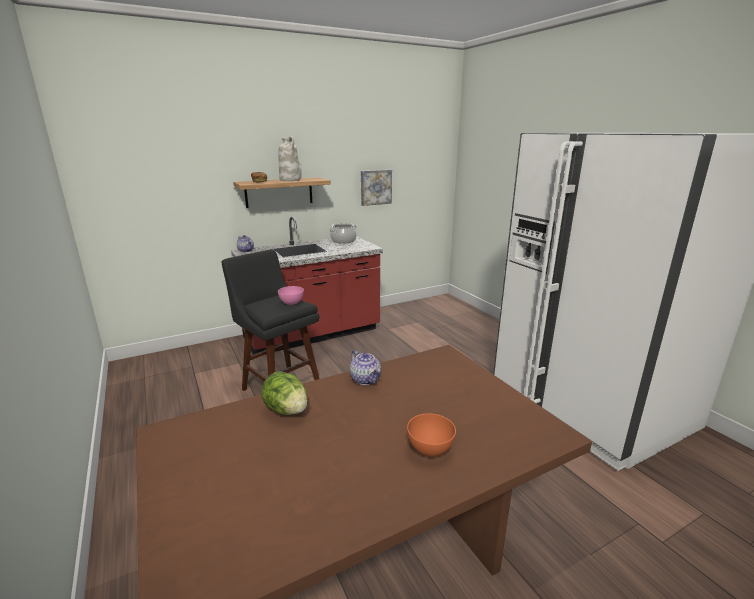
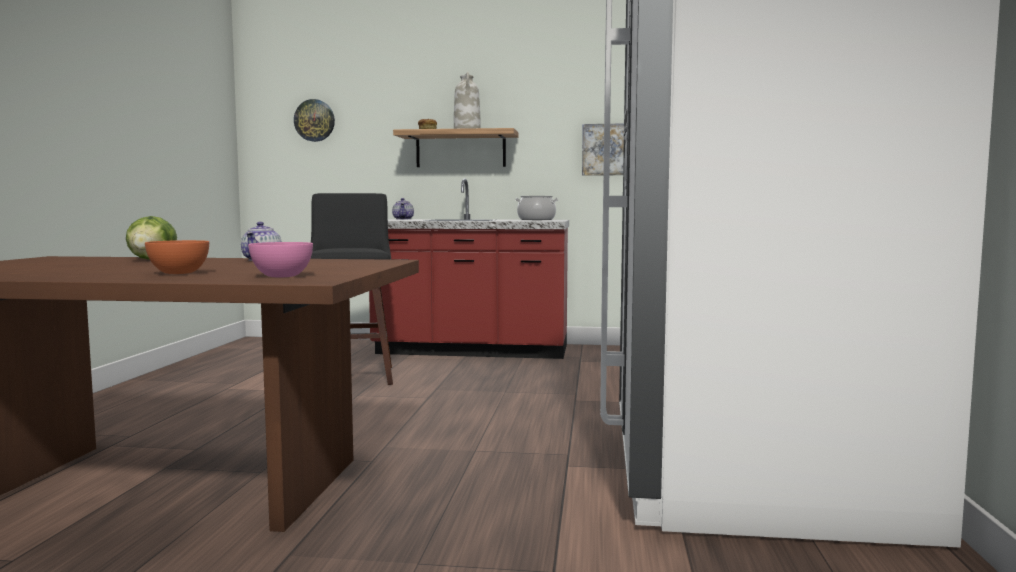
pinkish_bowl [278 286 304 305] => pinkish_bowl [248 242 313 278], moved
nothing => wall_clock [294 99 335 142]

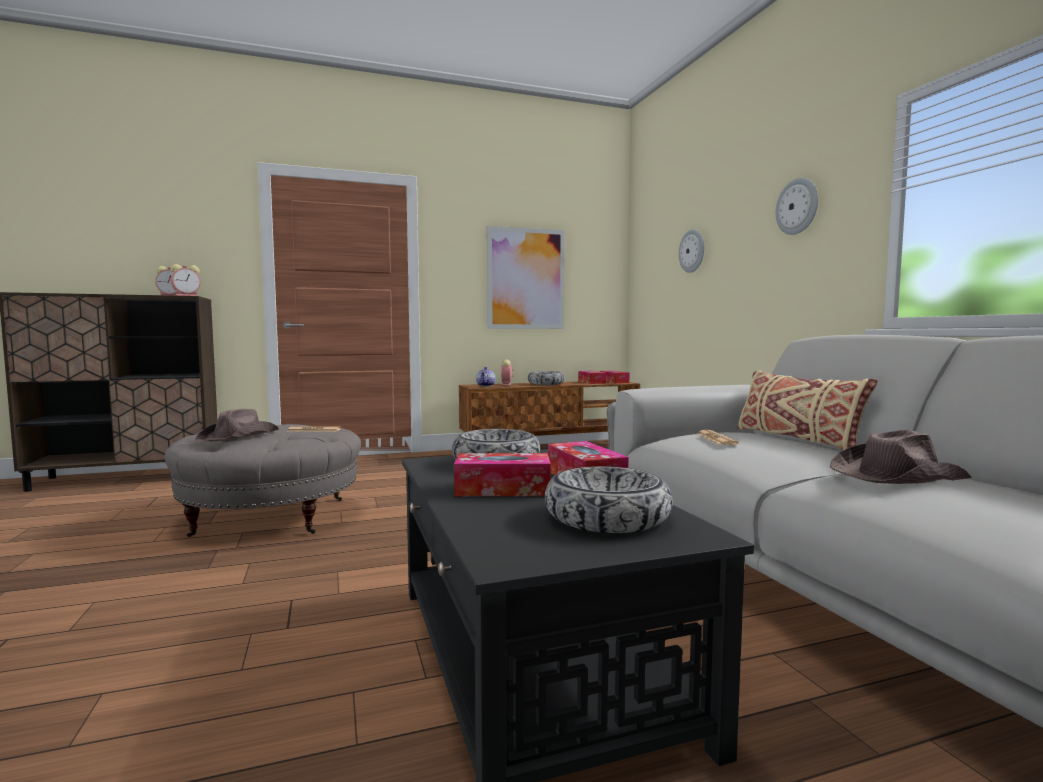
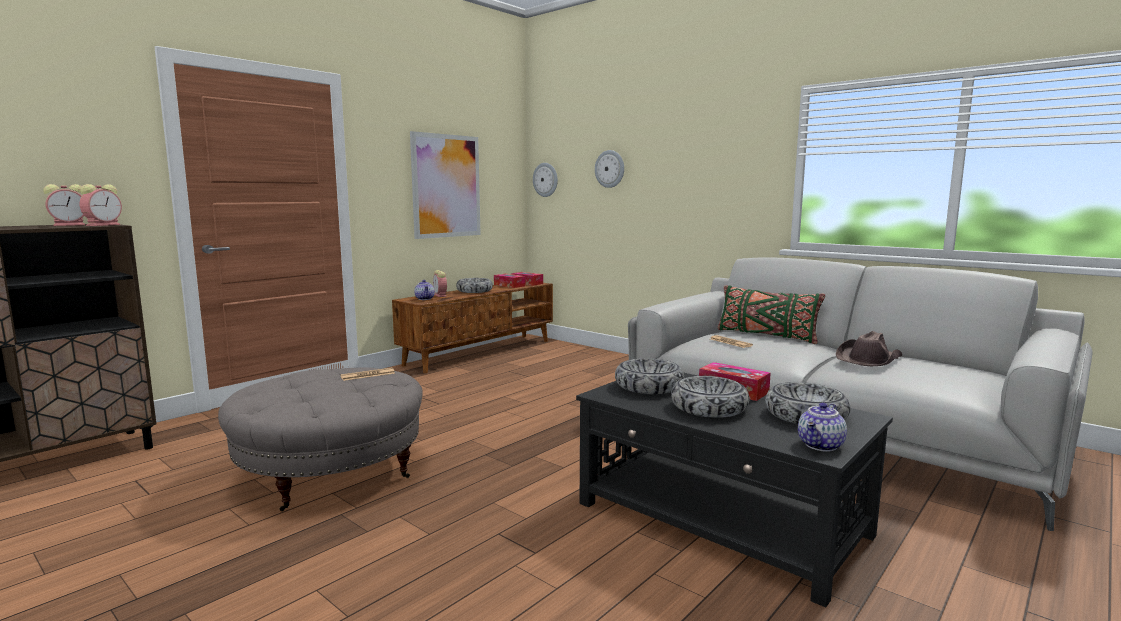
brown-coloured_clothing_hat [195 409 279 442] => nothing
box_of_tissues [454 453 551 496] => bowl [671 376 749 418]
sand-coloured_cushion [738 371 878 450] => green-coloured_cushion [718 285 825 344]
wall_clock [776 178 818 235] => wall_clock [533 163 558 197], moved
nothing => tea_pot [798 403 847 452]

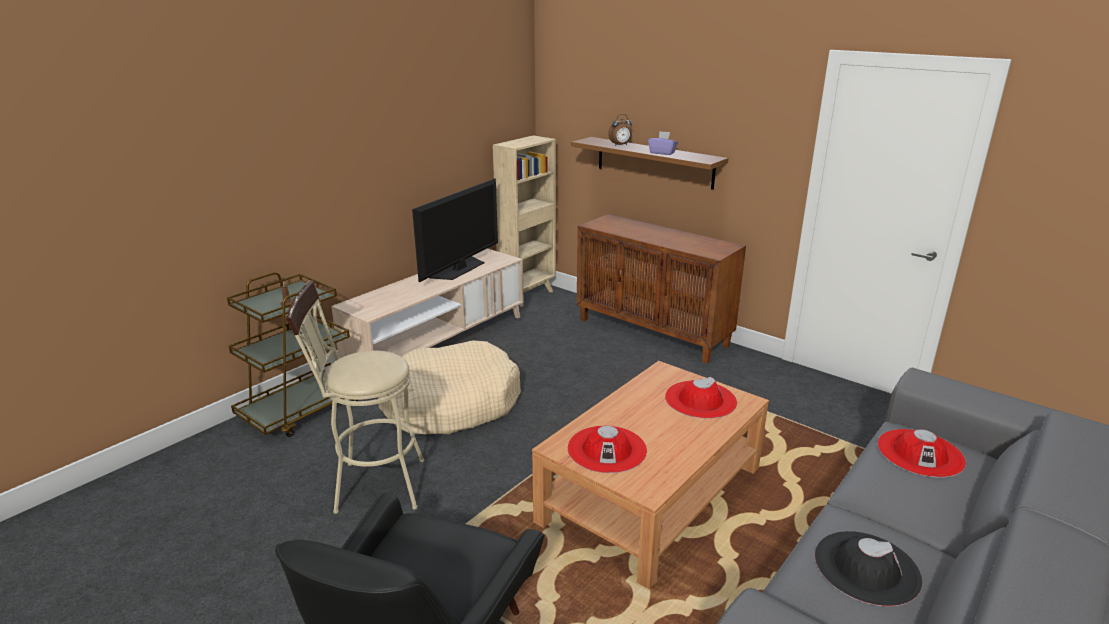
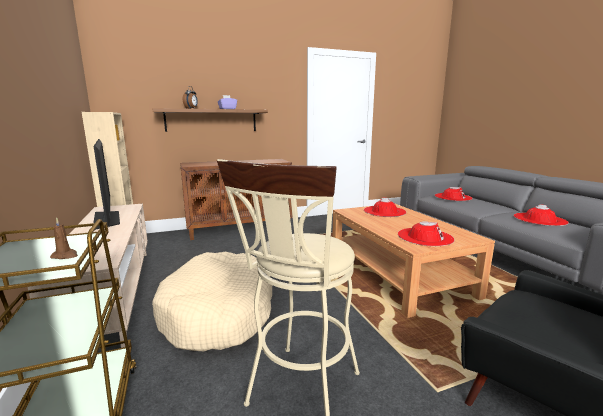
black-coloured_clothing_hat [815 531 922 606] => red-coloured_clothing_hat [514 204 569 226]

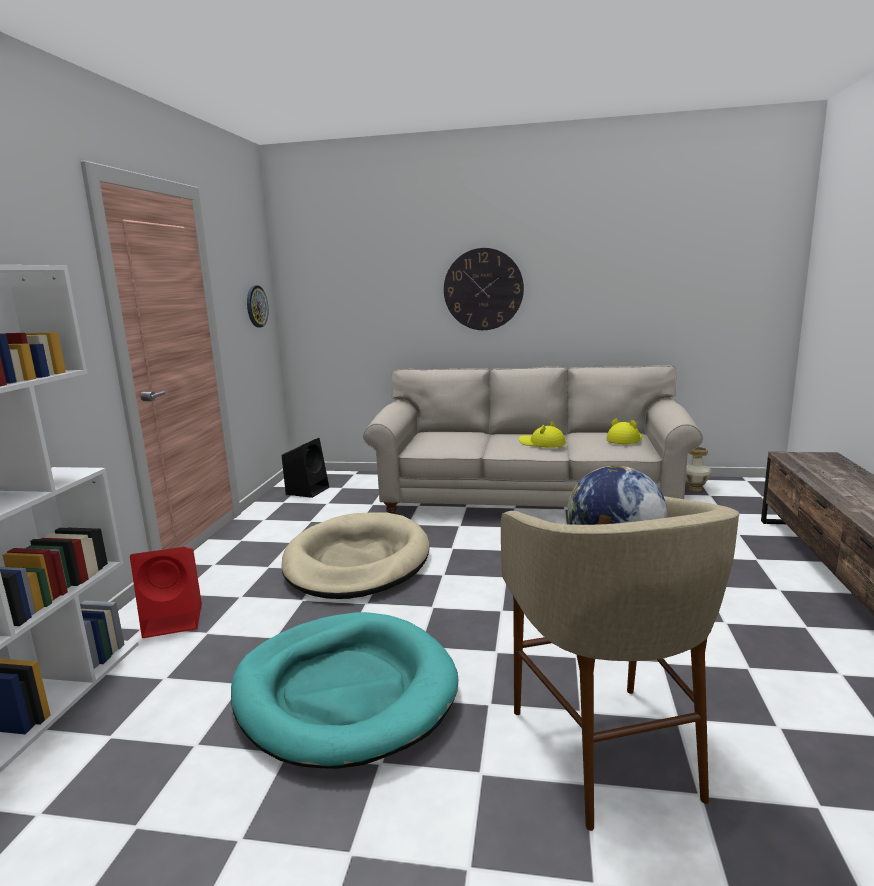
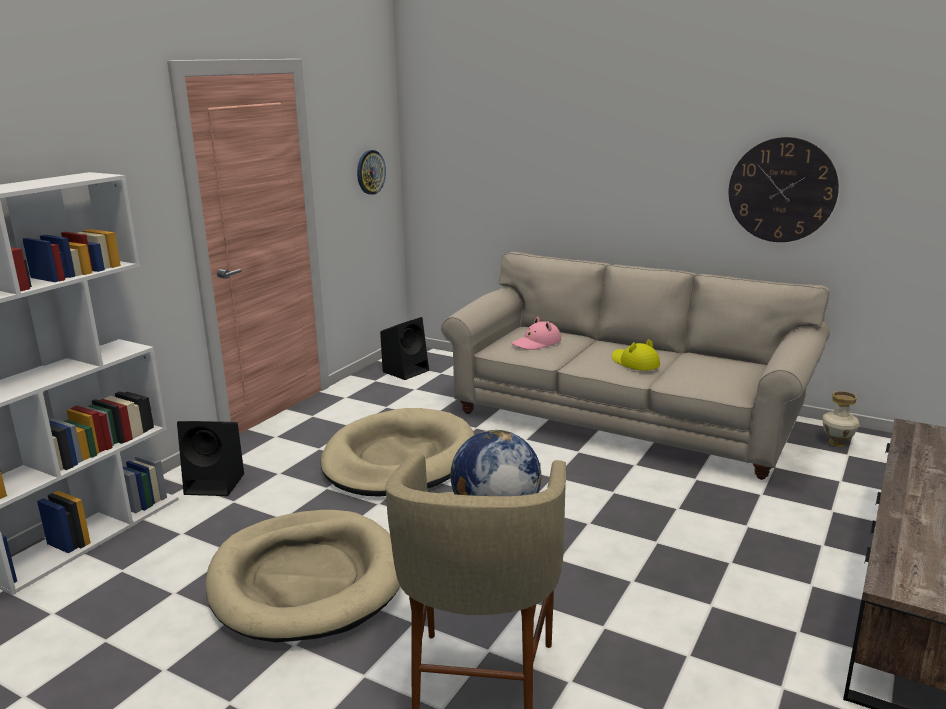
red-coloured_loudspeaker [130 547 202 638] => black-coloured_loudspeaker [177 421 244 496]
turquoise_dog_bed [231 612 459 769] => sand-coloured_dog_bed [205 510 400 642]
wall_clock [444 248 524 330] => wall_clock [729 137 839 242], moved
yellowish_clothing_hat [606 418 642 444] => nothing
nothing => pinkish_clothing_hat [511 317 561 350]

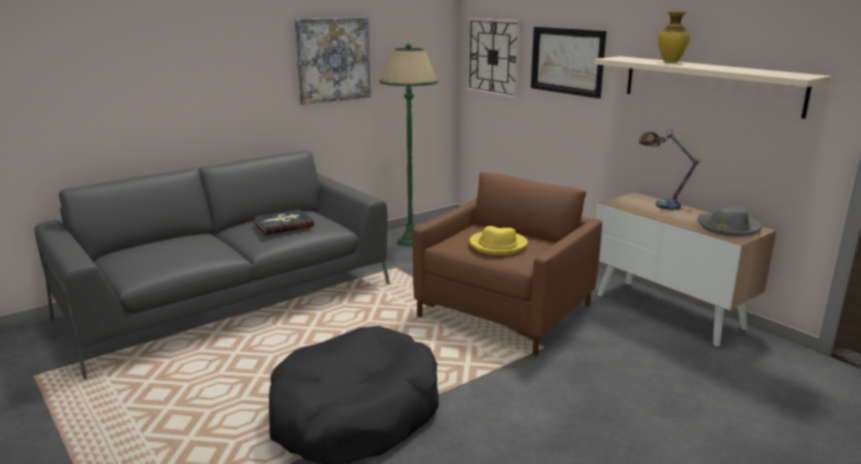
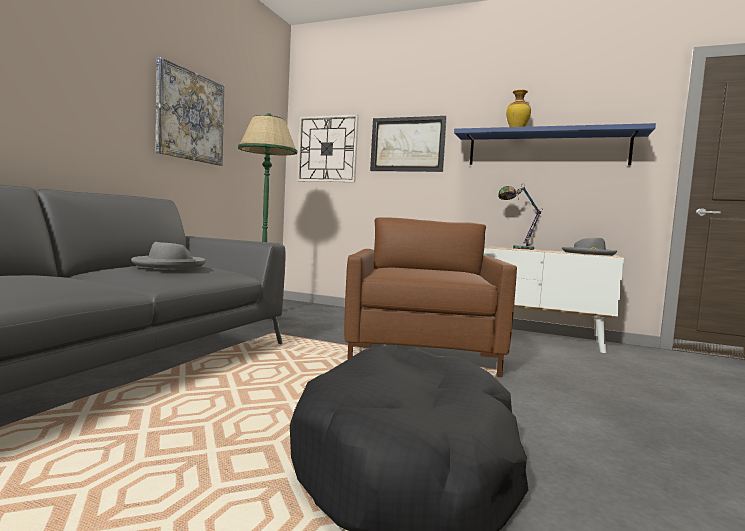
bound_book [254 209 314 235] => grey_clothing_hat [131 242 206 269]
yellowish_clothing_hat [469 226 528 255] => nothing
sand-coloured_shelf [595 56 832 119] => bluish_shelf [454 123 656 165]

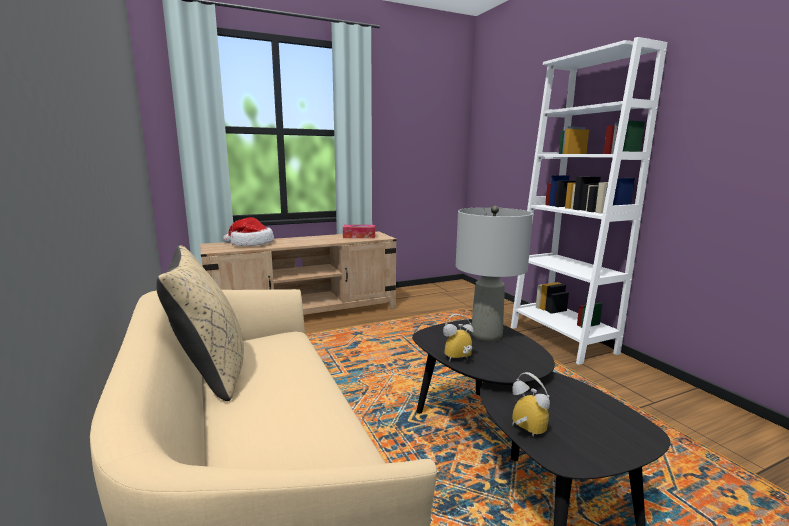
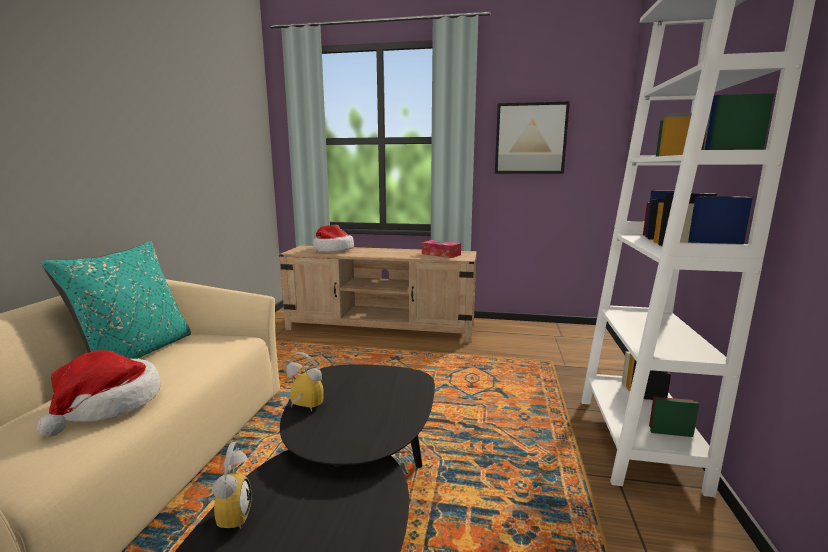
sand-coloured_cushion [157 245 244 401] => turquoise_cushion [42 241 191 359]
grey_table_lamp [456 206 533 342] => nothing
nothing => clothing_hat [36 350 161 437]
nothing => wall_art [495 101 570 174]

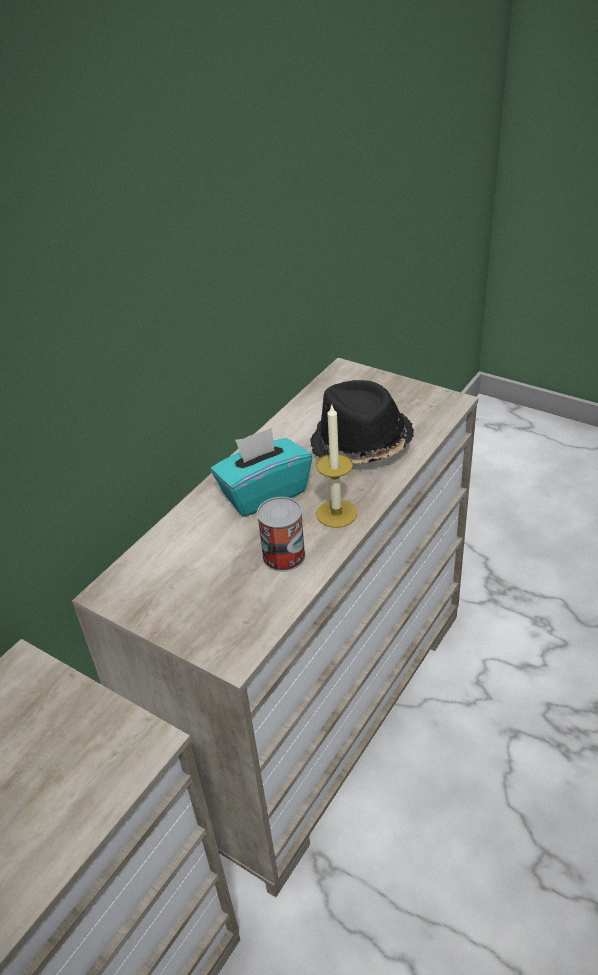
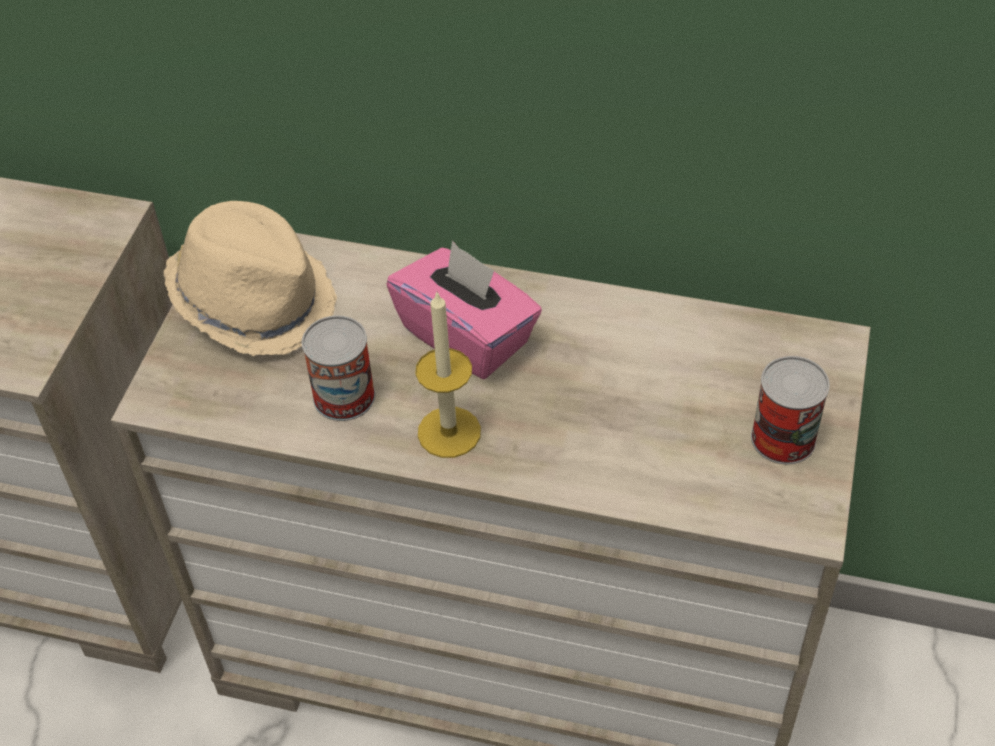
turquoise_box_of_tissues [211 428 312 517] => pinkish_box_of_tissues [386 241 542 379]
black-coloured_clothing_hat [310 380 414 464] => nothing
nothing => sand-coloured_clothing_hat [164 201 337 356]
nothing => can [751 356 830 464]

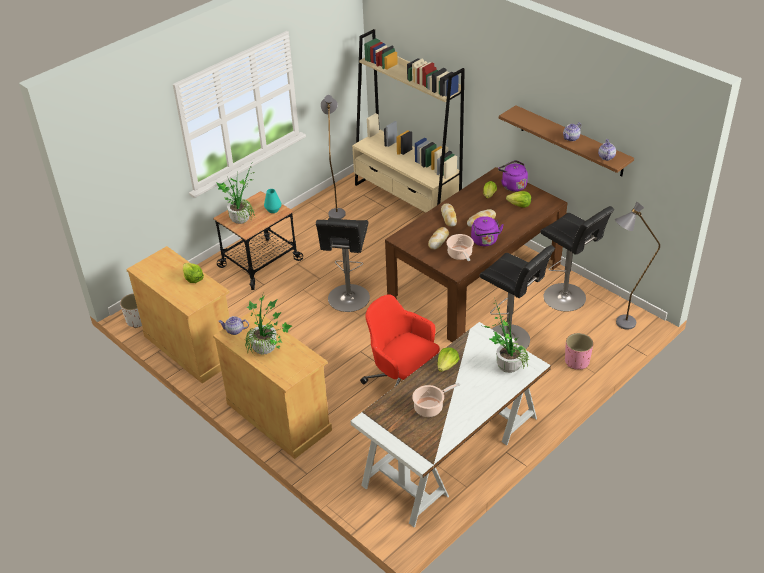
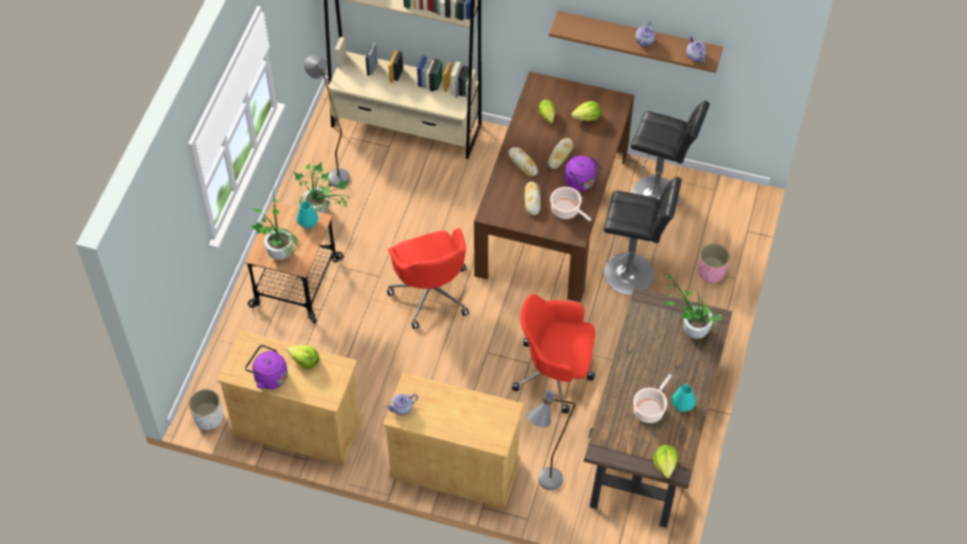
potted_plant [245 291 292 355] => potted_plant [294 162 350 213], moved
black-coloured_stool_seat [316 218 370 312] => red-coloured_computer_chair [387 228 469 329]
white-coloured_desk_unit [351 322 551 527] => brown-coloured_desk_unit [584 287 732 528]
head_of_lettuce [437 347 459 372] => head_of_lettuce [653 445 678 478], moved
purplish_kettle [498 160 528 192] => purplish_kettle [245 345 288 389], moved
grey_standard_lamp [615 202 660 330] => grey_standard_lamp [526 390 575 490], moved
nothing => turquoise_decorative_vase [672 384 696 412]

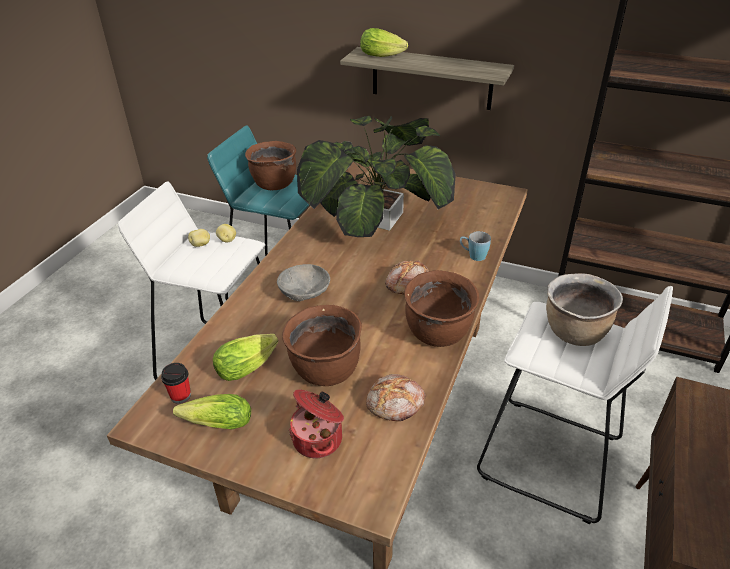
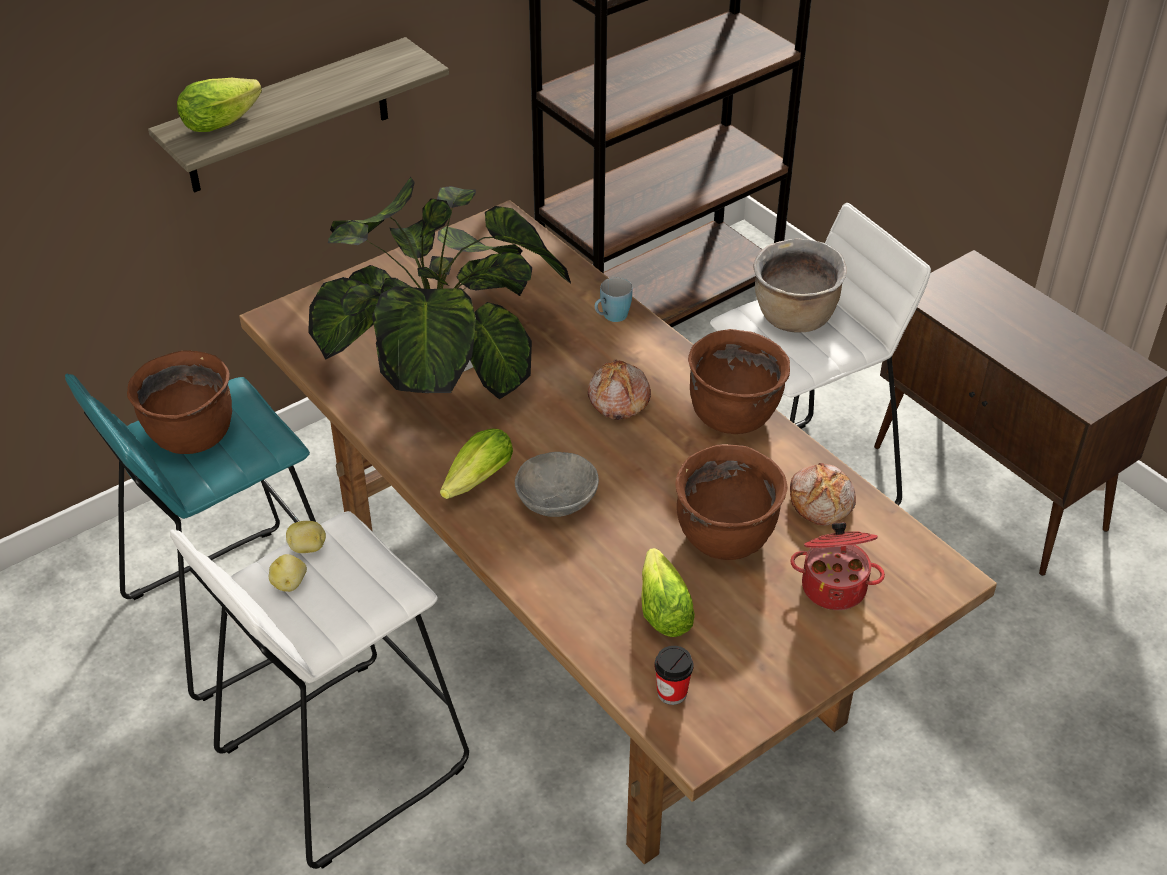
head_of_lettuce [173 394 251 429] => head_of_lettuce [440 429 513 499], moved

